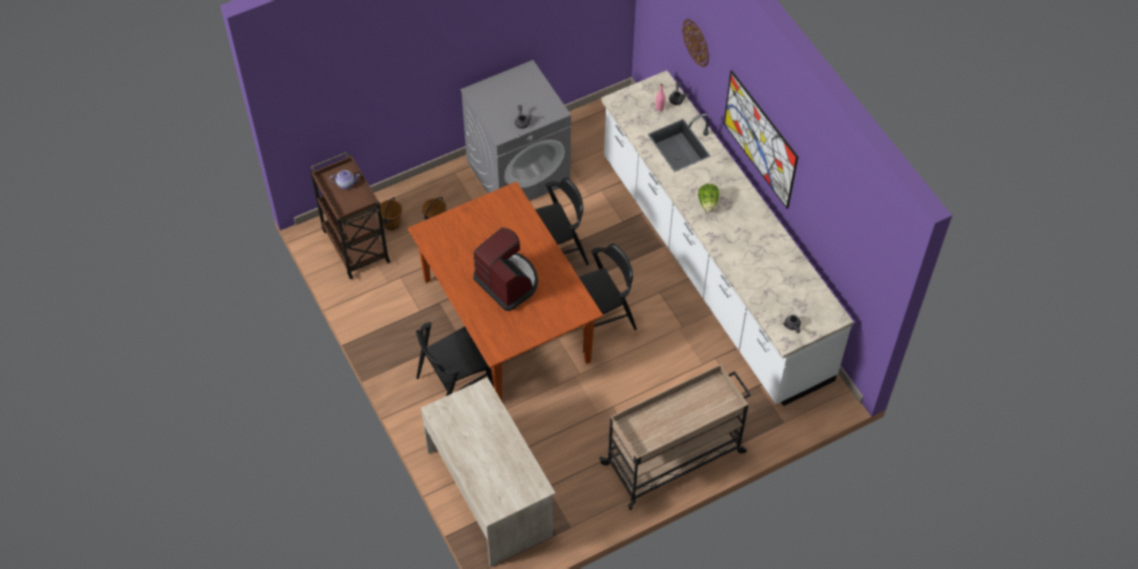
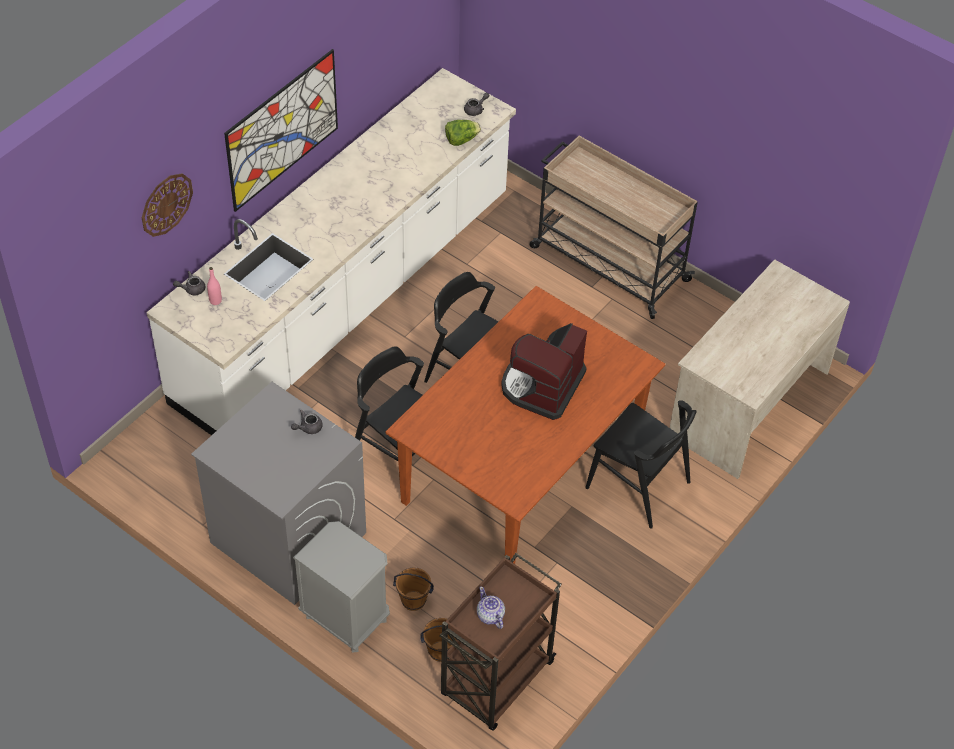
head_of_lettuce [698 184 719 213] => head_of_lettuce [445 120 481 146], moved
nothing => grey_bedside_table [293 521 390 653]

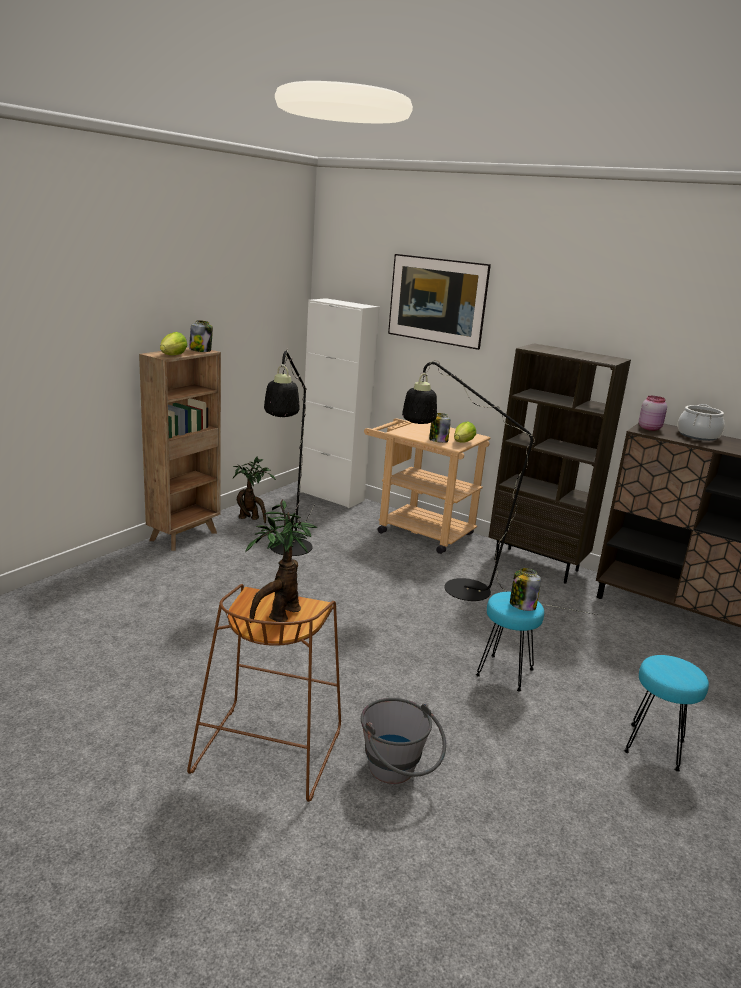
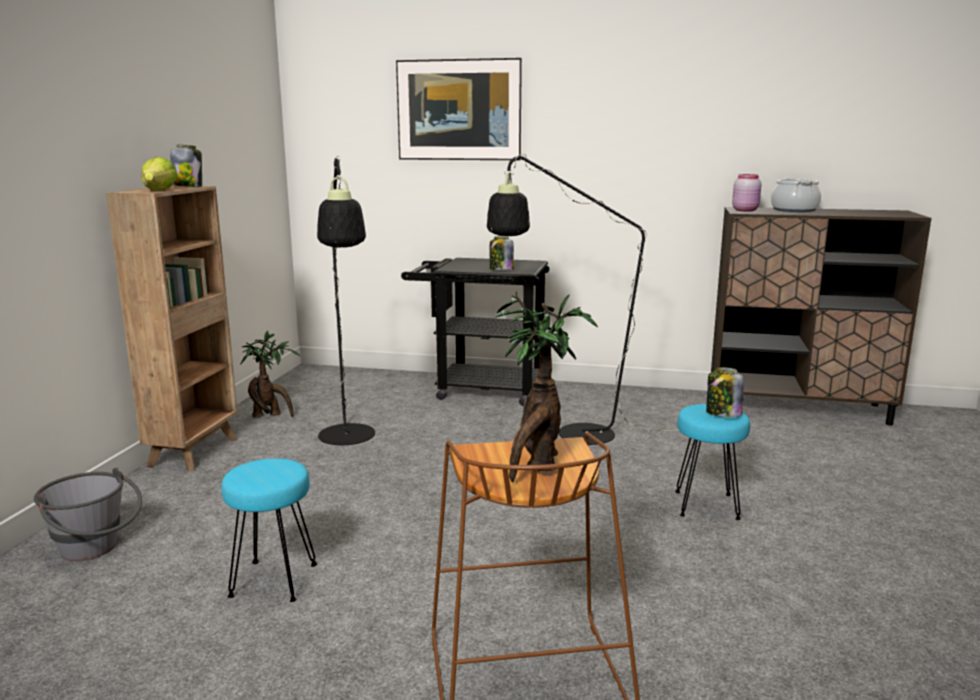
white-coloured_cabinet [300 298 380 508] => nothing
grey_bucket [361 698 446 784] => grey_bucket [34 468 142 561], moved
sand-coloured_cart [364 418 490 554] => black-coloured_cart [401 258 549 406]
head_of_lettuce [454 421 476 442] => nothing
brown-coloured_bookshelf [489 344 631 584] => nothing
turquoise_stool_seat [624 655 709 771] => turquoise_stool_seat [222 458 317 602], moved

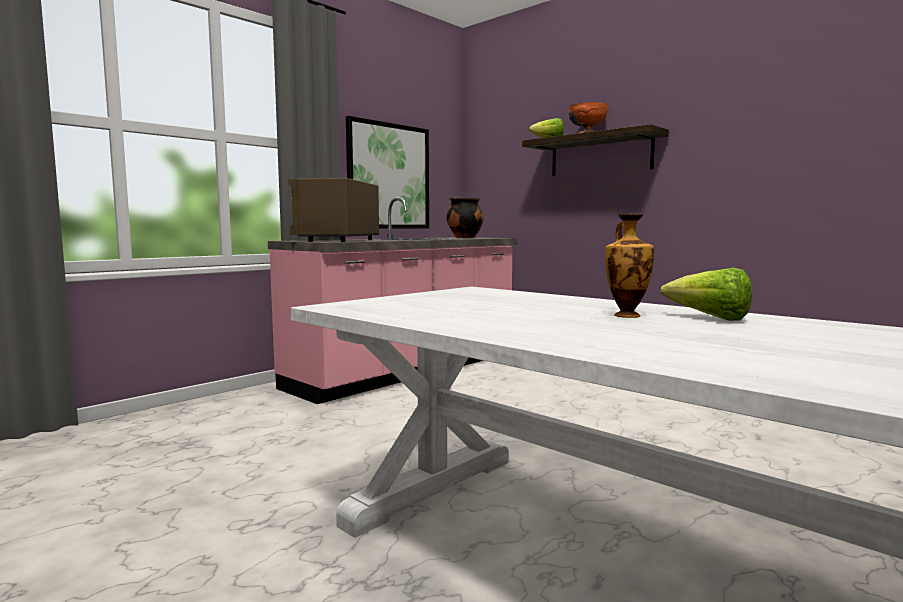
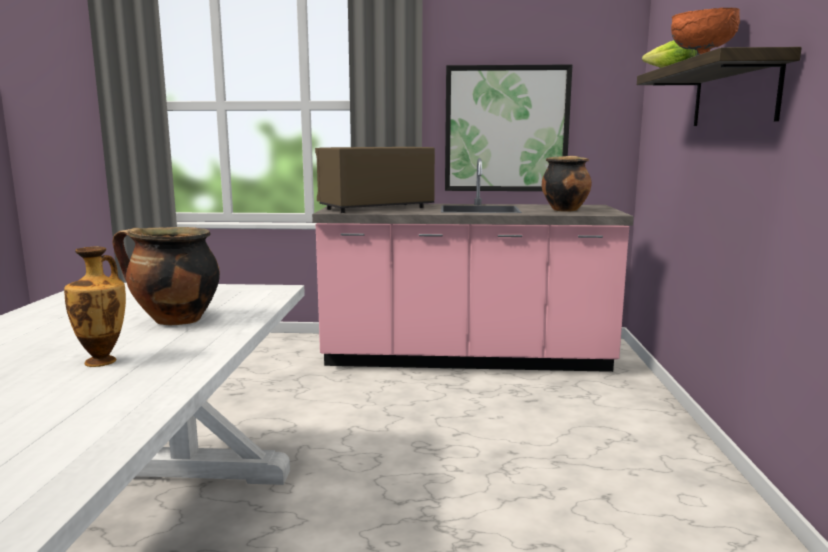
head_of_lettuce [660 268 752 321] => nothing
nothing => stockpot [113 227 220 325]

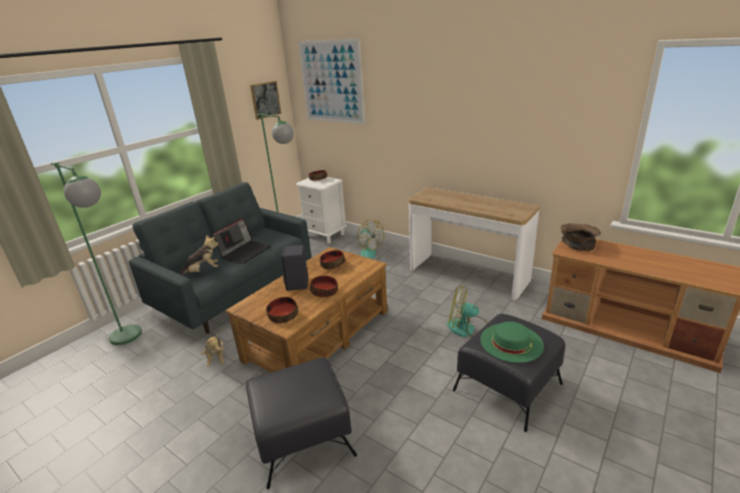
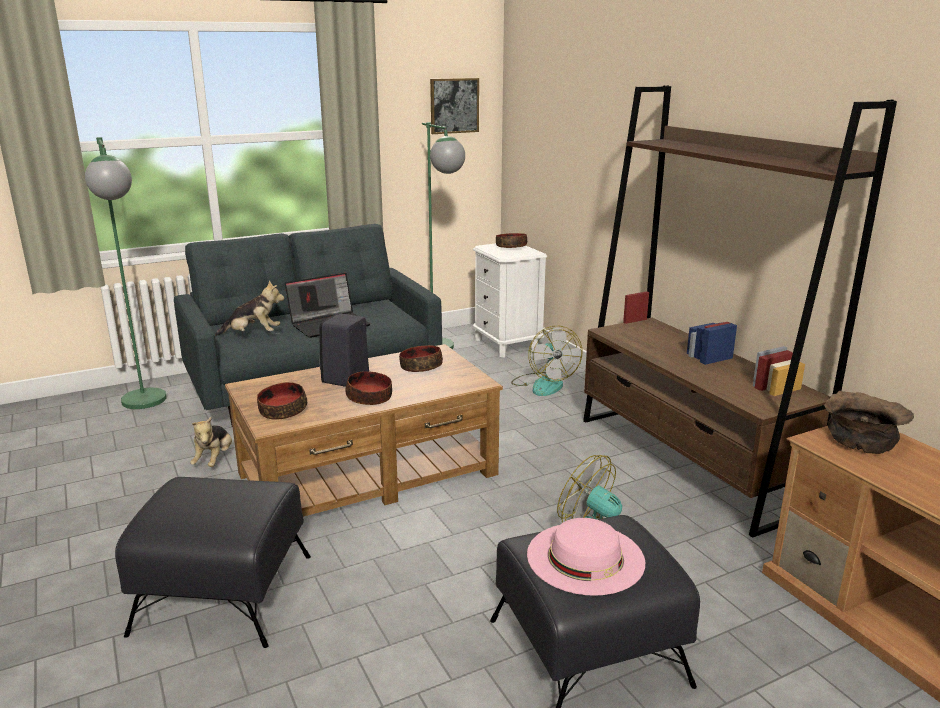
wall_art [298 38 365 124] => nothing
narrow_table [409 187 540 300] => brown-coloured_bookshelf [583 85 897 538]
green-coloured_clothing_hat [480 321 544 363] => pinkish_clothing_hat [527 518 645 596]

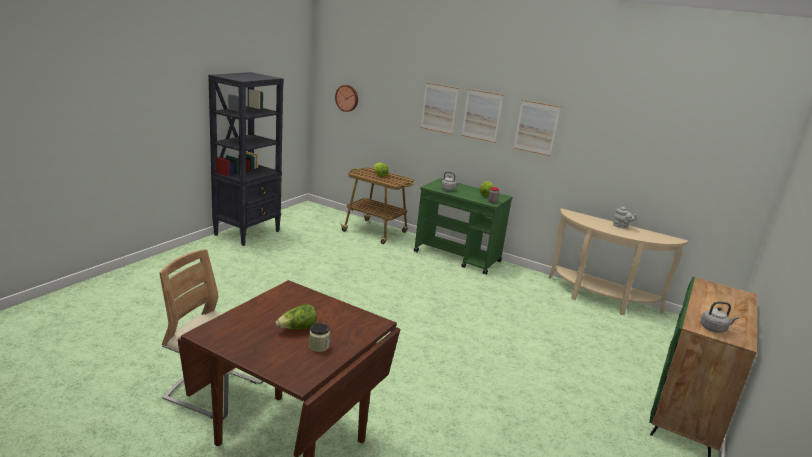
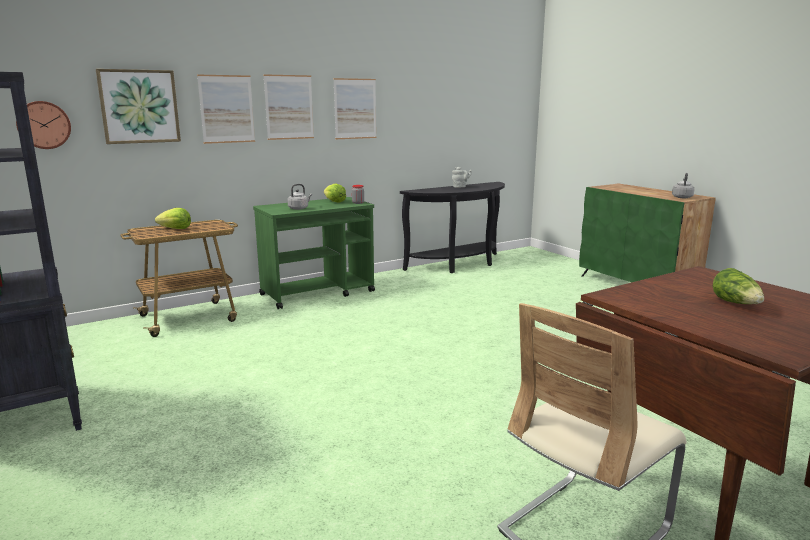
preserve_jar [309 323 330 352] => nothing
sand-coloured_narrow_table [548 208 688 315] => black-coloured_narrow_table [400 182 505 273]
nothing => wall_art [96 69 181 144]

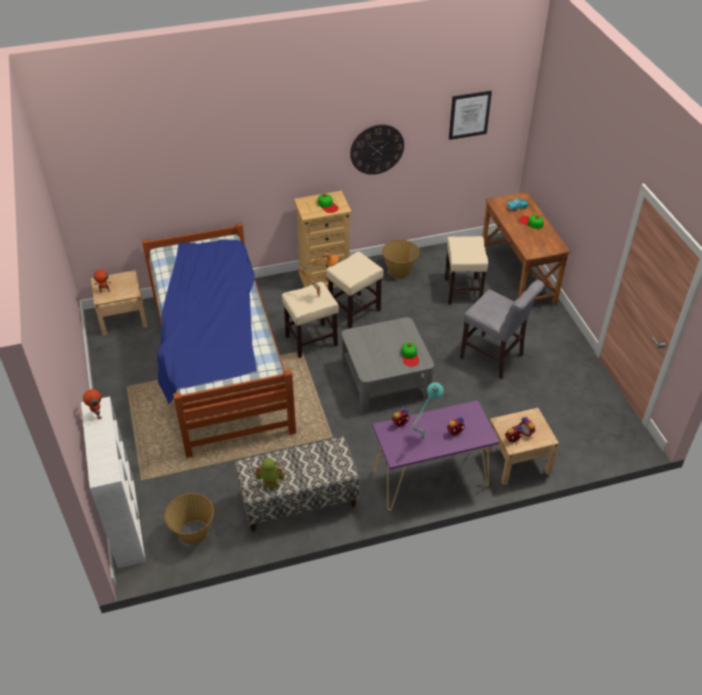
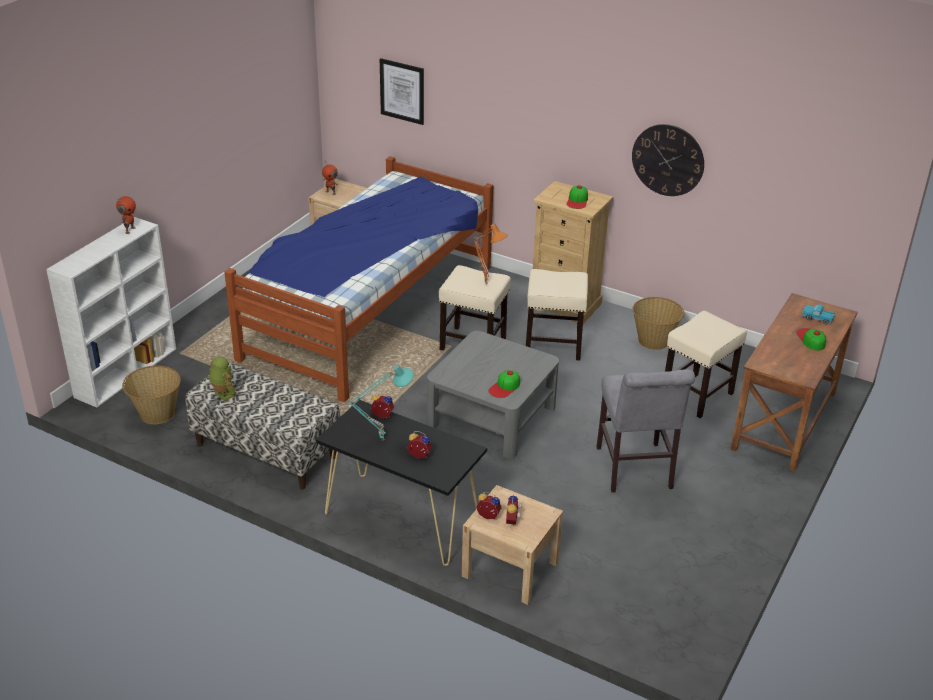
purplish_narrow_table [372 400 499 511] => black-coloured_narrow_table [316 400 487 566]
wall_art [449 91 492 140] => wall_art [380 58 424 125], moved

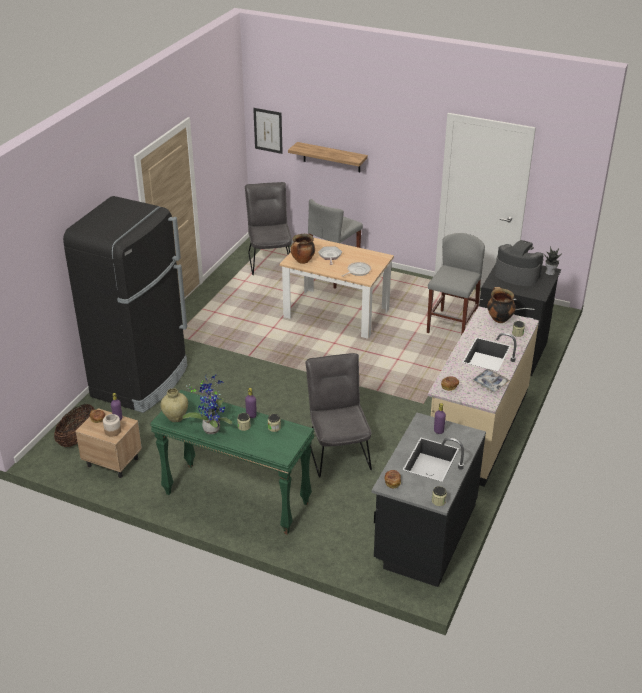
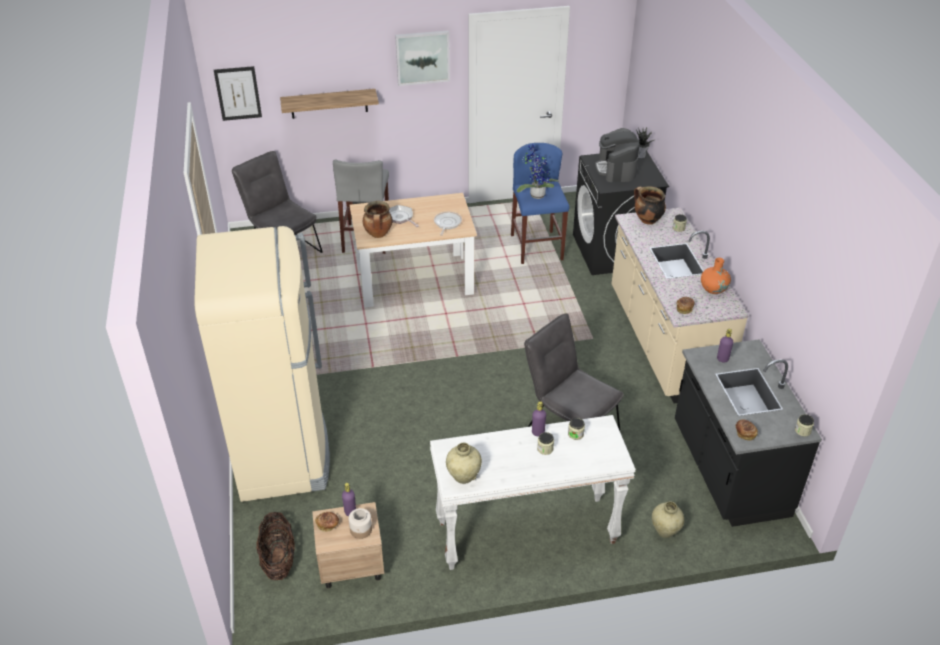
black-coloured_fridge [63 196 187 413] => sand-coloured_fridge [194 226 330 502]
green-coloured_narrow_table [150 390 314 535] => white-coloured_narrow_table [430 415 636 570]
potted_plant [182 375 232 434] => potted_plant [517 144 559 199], moved
grey_stool_seat [427 233 485 336] => bluish_stool_seat [511 143 569 264]
tray [472 369 511 392] => orange-coloured_decorative_vase [701 258 731 294]
coffee_machine [495 240 543 286] => coffee_machine [595 128 640 182], 90 degrees counterclockwise
nothing => wall_art [395 31 450 86]
nothing => sand-coloured_decorative_vase [652 501 684 538]

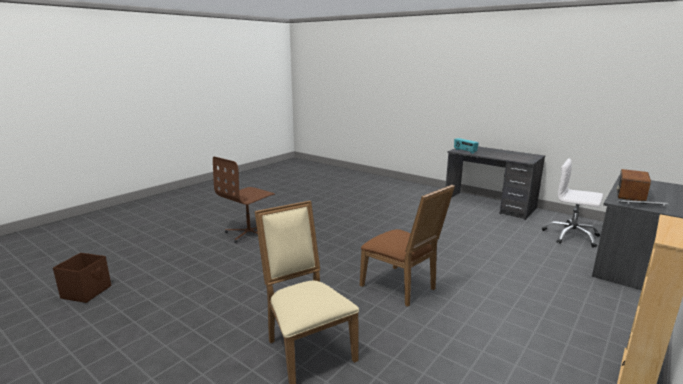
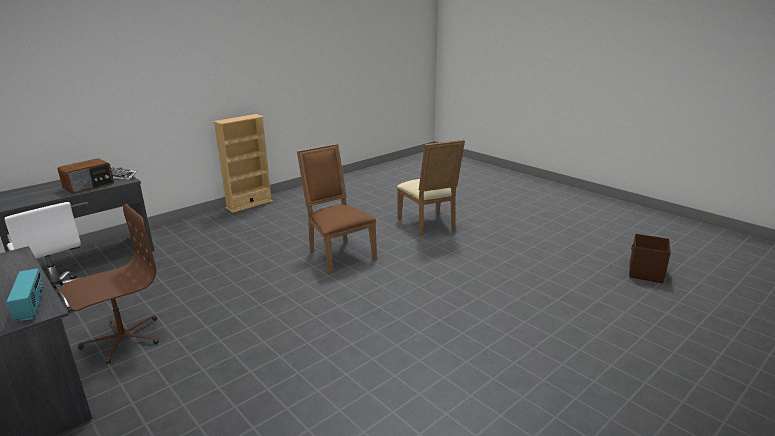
brown-coloured_computer_chair [213 156 275 243] => brown-coloured_computer_chair [60 204 159 364], moved

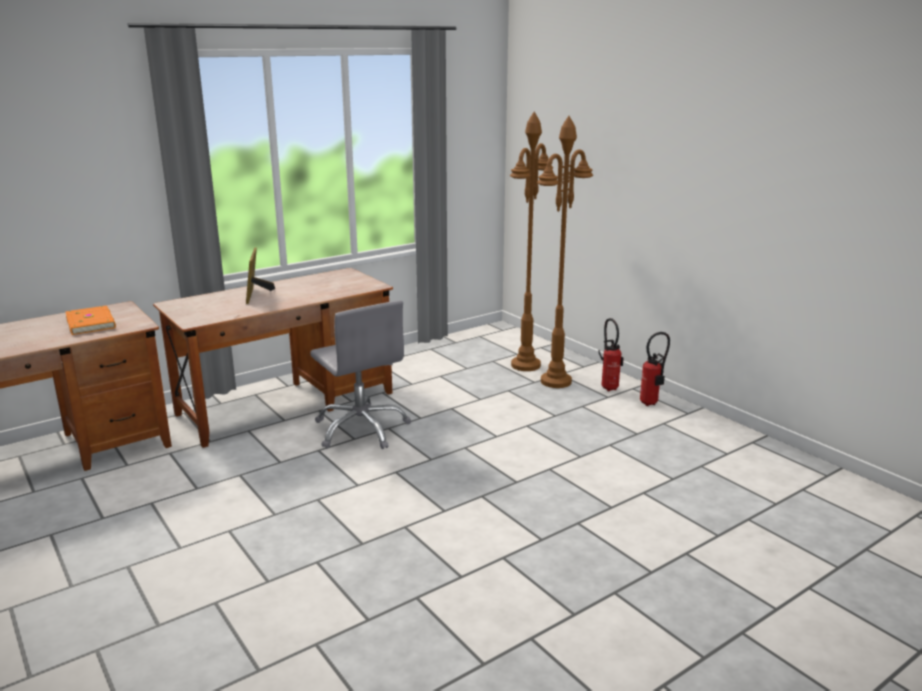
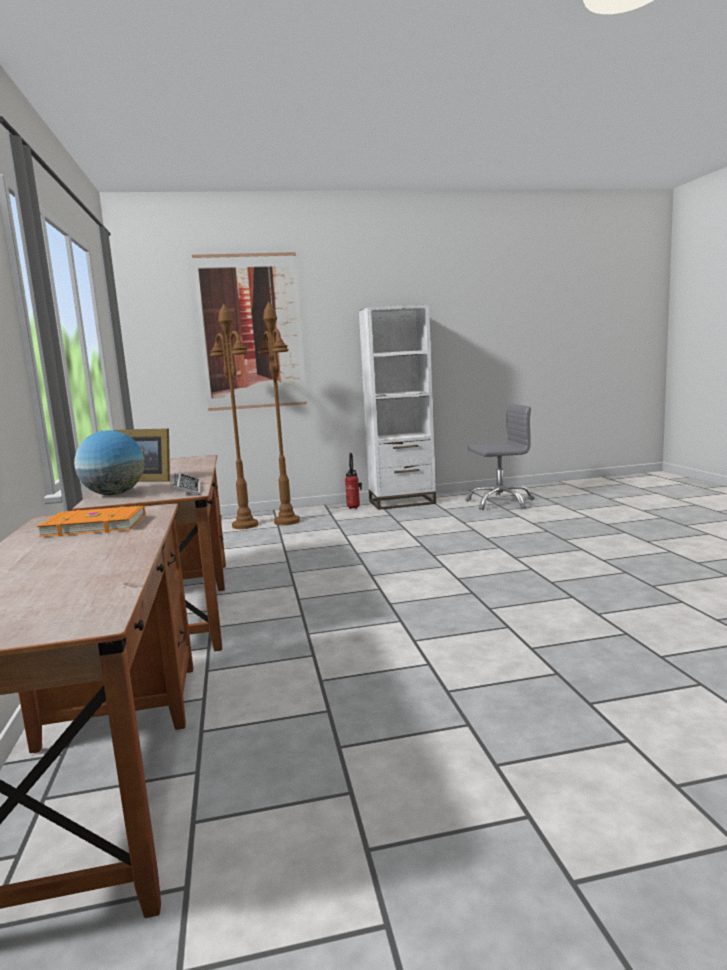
grey_computer_chair [310 300 411 449] => grey_computer_chair [466 404 534 510], moved
extinguisher [598 318 624 391] => nothing
nothing => globe [74 430 144 495]
nothing => PC_keyboard [171 473 200 495]
nothing => wall_art [192 252 307 411]
nothing => white-coloured_bookshelf [359 305 436 510]

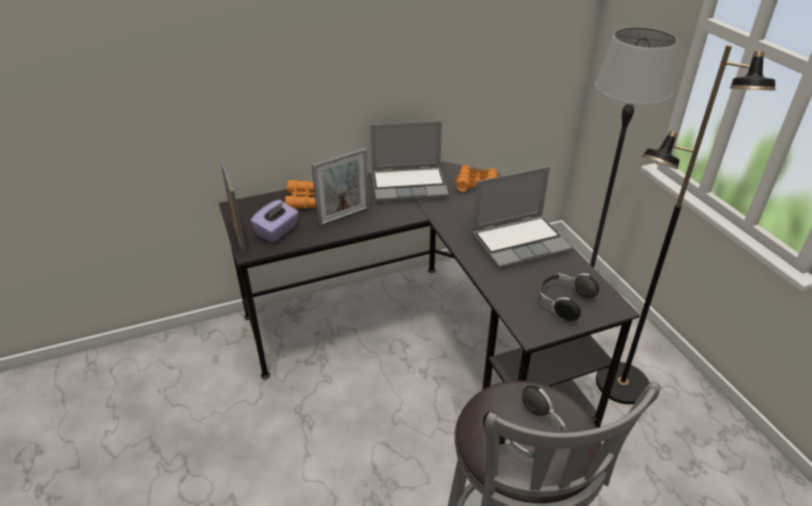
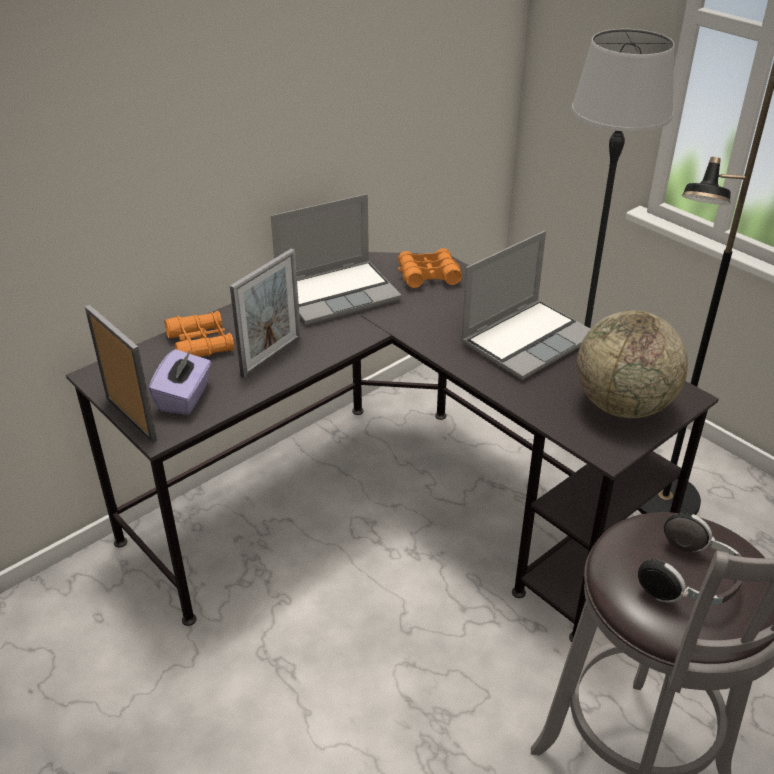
headset [538 273 599 322] => globe [577 310 688 418]

